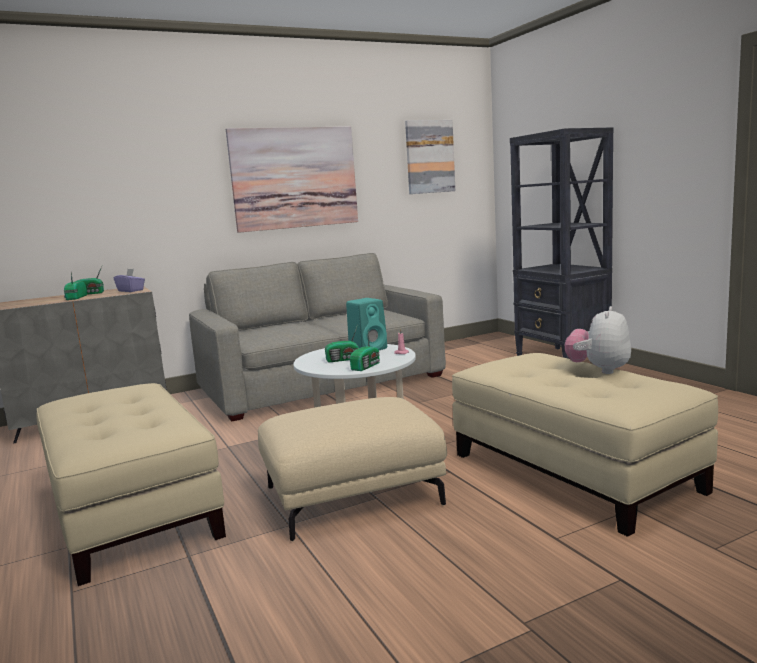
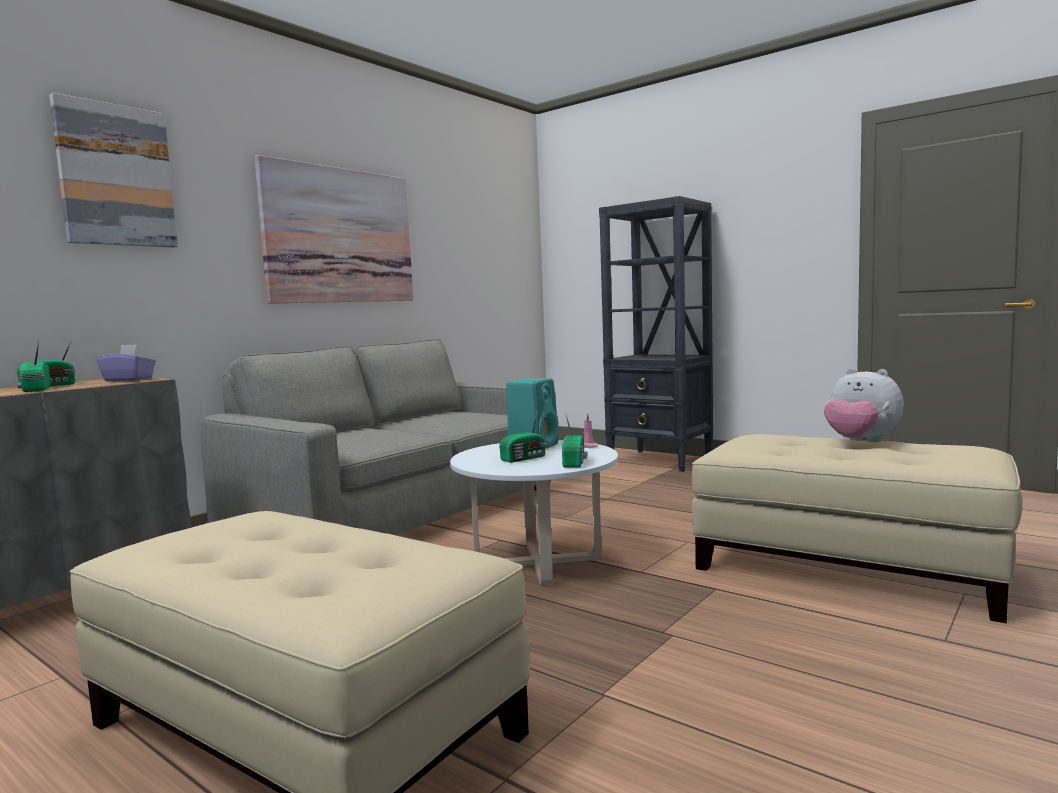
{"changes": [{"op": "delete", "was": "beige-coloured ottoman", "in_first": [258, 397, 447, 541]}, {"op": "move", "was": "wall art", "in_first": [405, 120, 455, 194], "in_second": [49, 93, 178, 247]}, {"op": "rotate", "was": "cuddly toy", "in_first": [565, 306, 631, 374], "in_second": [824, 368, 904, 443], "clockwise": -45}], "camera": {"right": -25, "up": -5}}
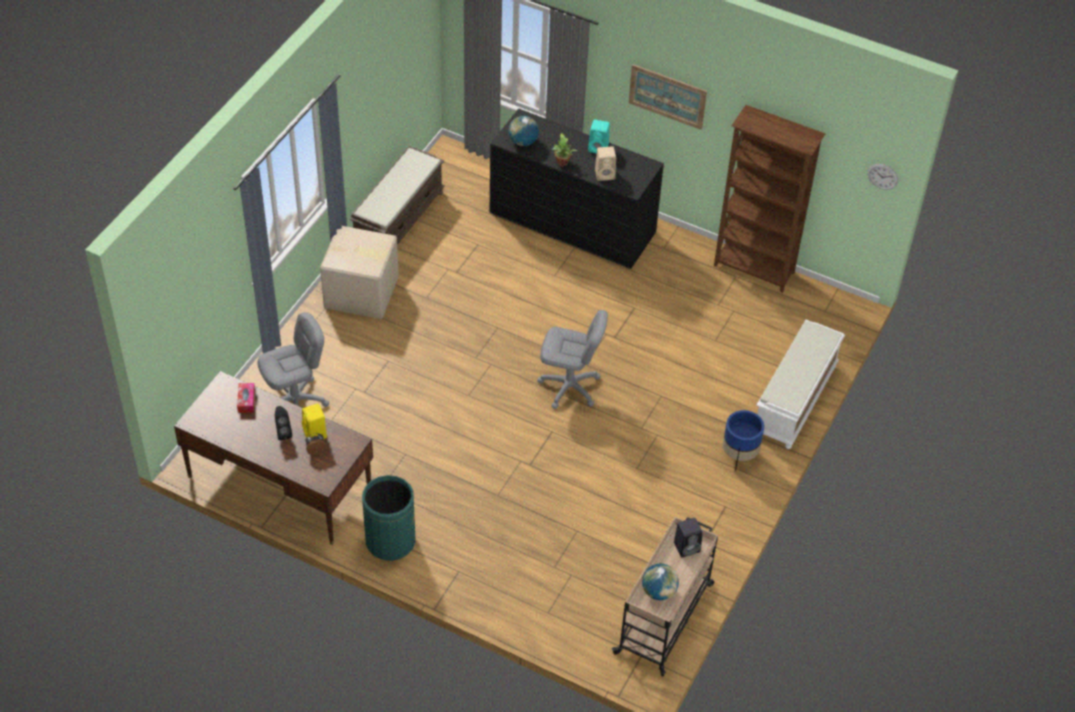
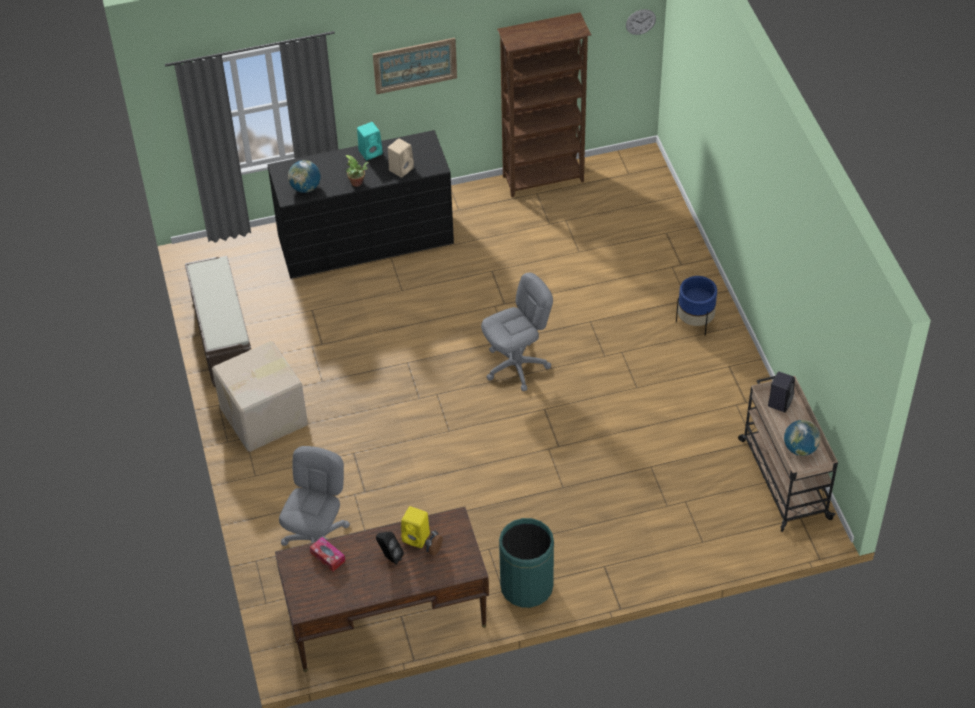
{"changes": [{"op": "delete", "was": "white indoor bench", "in_first": [756, 320, 845, 449]}], "camera": {"right": -40, "up": 0}}
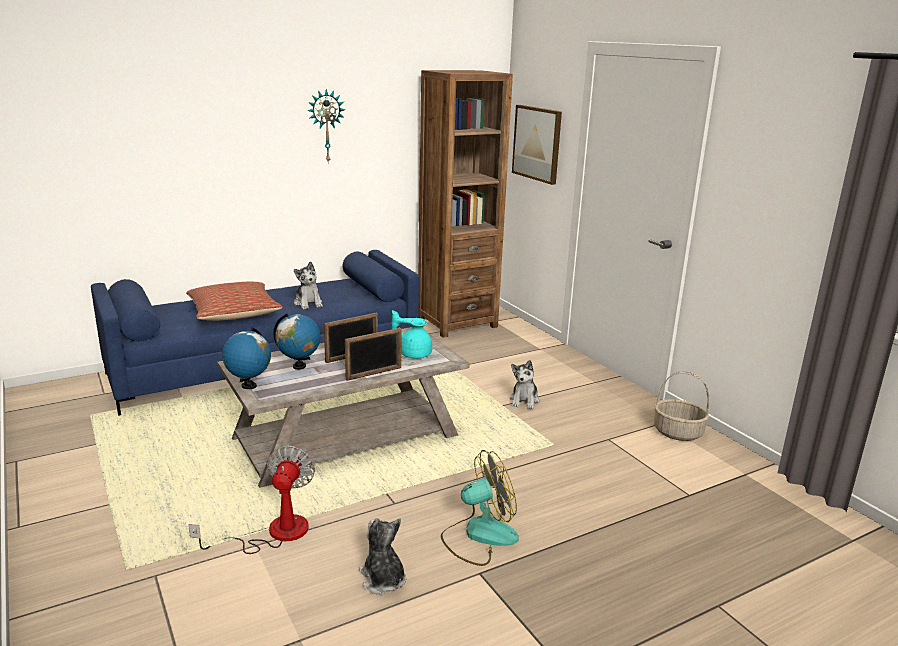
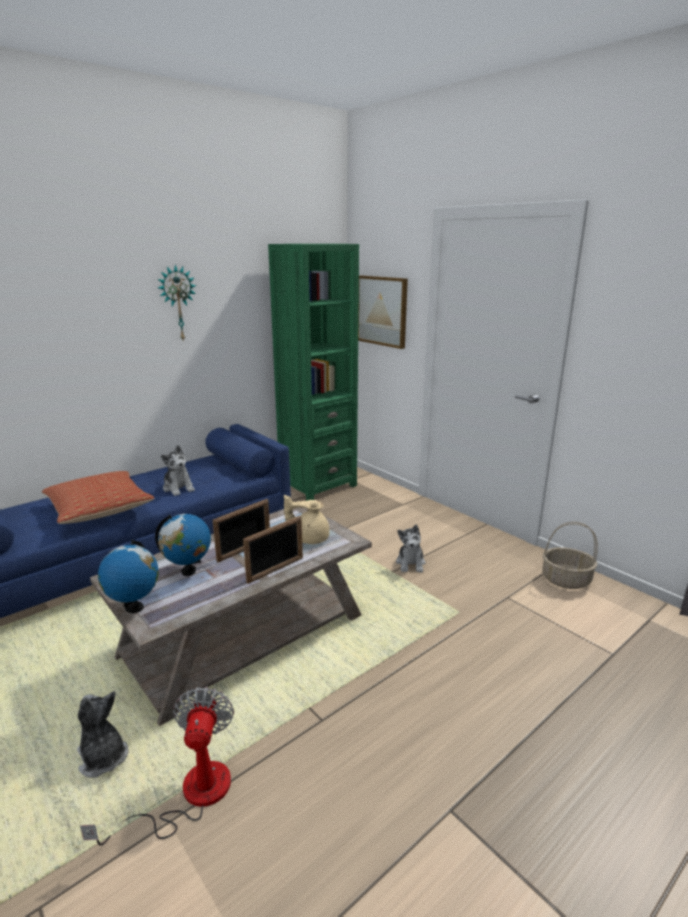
{"changes": [{"op": "move", "was": "cuddly toy", "in_first": [359, 518, 406, 594], "in_second": [77, 691, 128, 778]}, {"op": "recolor", "was": "turquoise-coloured teapot", "now": "beige-coloured teapot", "in_first": [392, 310, 432, 358], "in_second": [284, 494, 330, 544]}, {"op": "recolor", "was": "brown-coloured bookshelf", "now": "green-coloured bookshelf", "in_first": [418, 70, 513, 338], "in_second": [268, 244, 359, 501]}, {"op": "delete", "was": "cooling fan", "in_first": [441, 450, 519, 566]}], "camera": {"right": -10, "up": 0}}
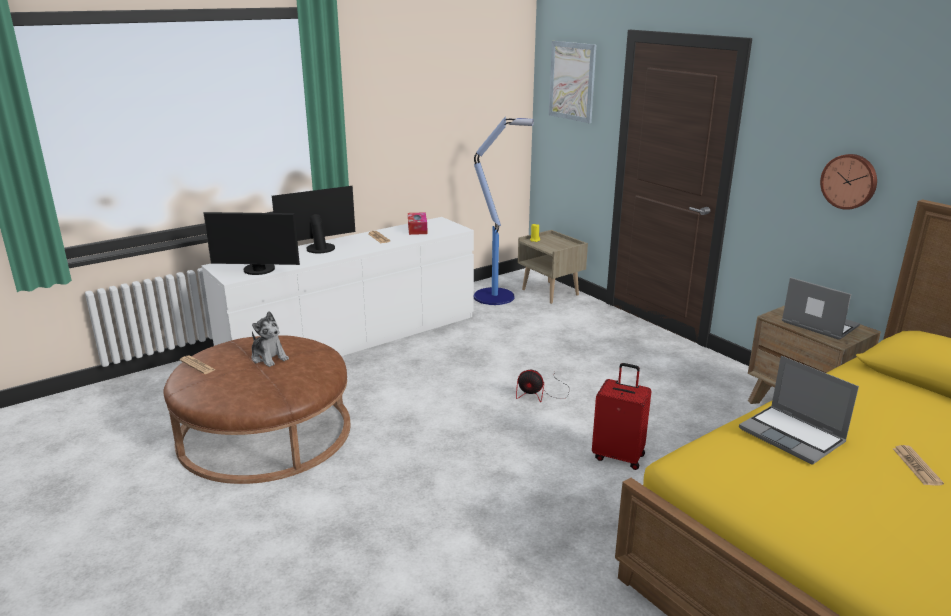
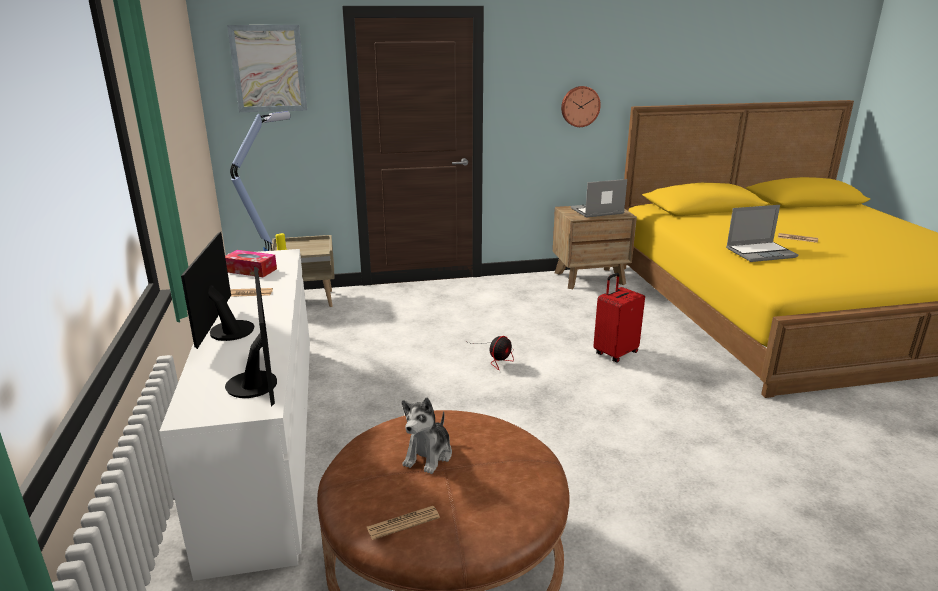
{"changes": [{"op": "rotate", "was": "computer screen", "in_first": [203, 212, 300, 275], "in_second": [225, 267, 277, 406], "clockwise": -45}, {"op": "rotate", "was": "cuddly toy", "in_first": [252, 311, 289, 367], "in_second": [402, 398, 452, 474], "clockwise": 135}], "camera": {"right": -65, "up": 0}}
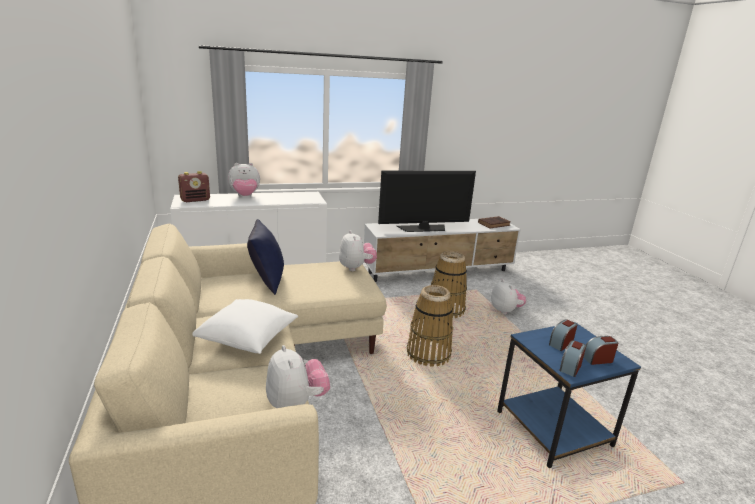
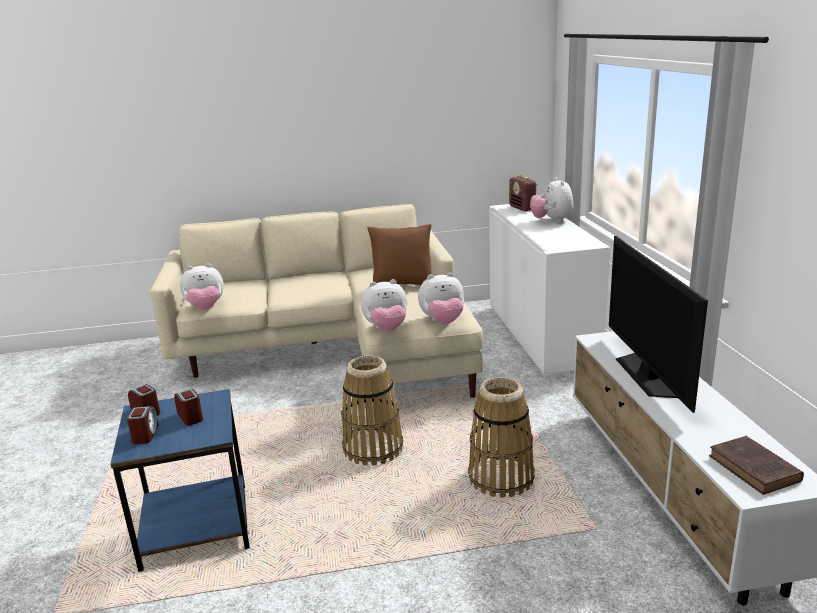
{"changes": [{"op": "delete", "was": "white pillow", "in_first": [193, 299, 298, 354]}, {"op": "recolor", "was": "blue-coloured pillow", "now": "brown-coloured pillow", "in_first": [247, 219, 284, 295], "in_second": [367, 224, 432, 285]}, {"op": "move", "was": "cuddly toy", "in_first": [491, 279, 526, 315], "in_second": [361, 279, 407, 331]}], "camera": {"right": 100, "up": 0}}
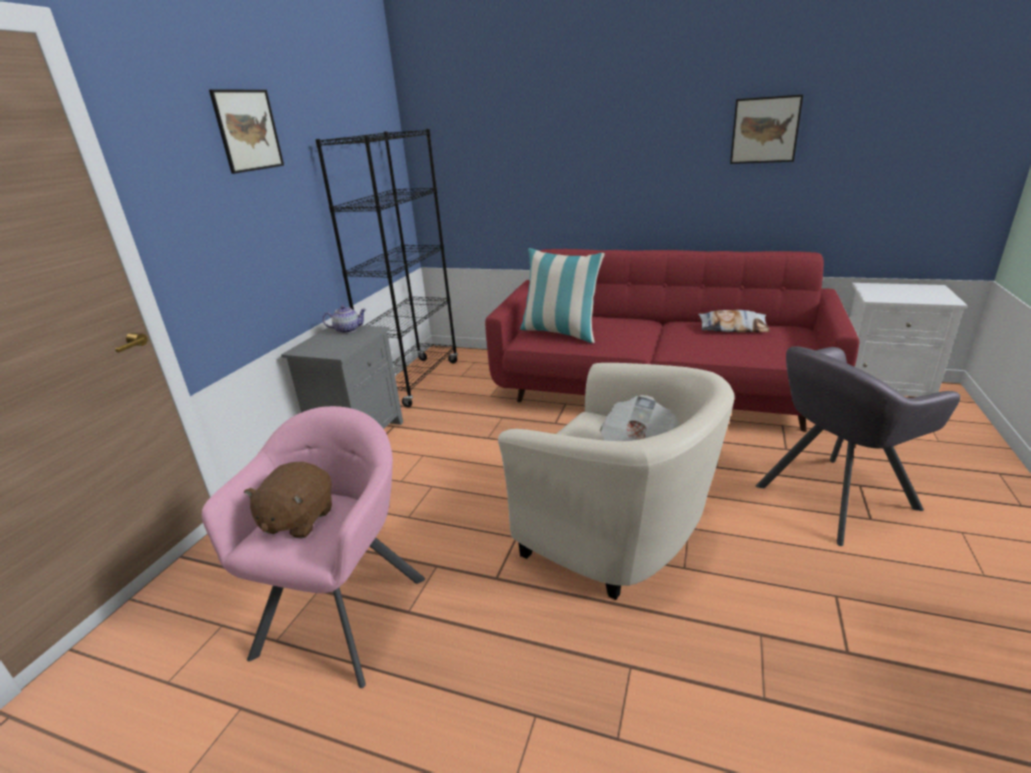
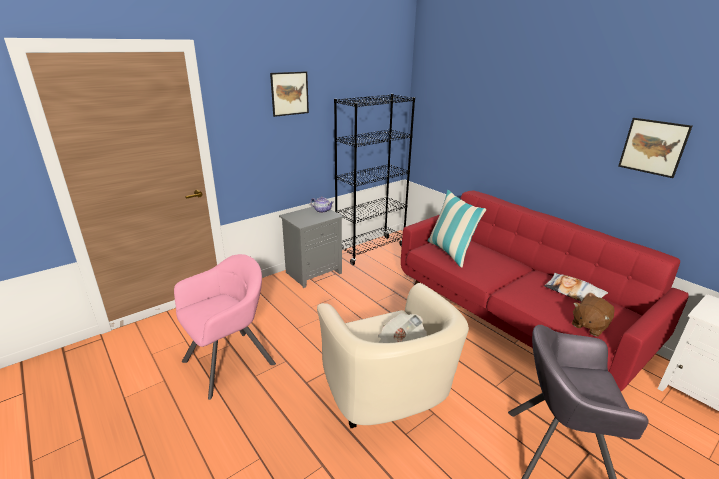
{"changes": [{"op": "move", "was": "brown-coloured cuddly toy", "in_first": [244, 462, 332, 539], "in_second": [572, 296, 614, 337]}], "camera": {"right": 30, "up": 0}}
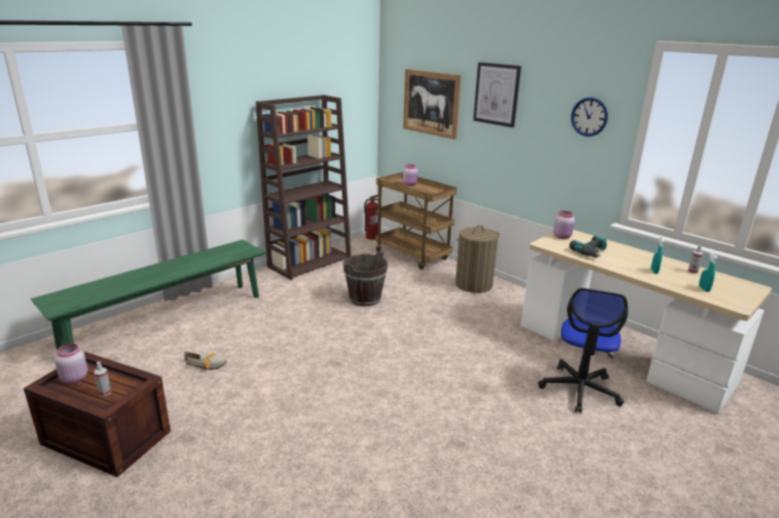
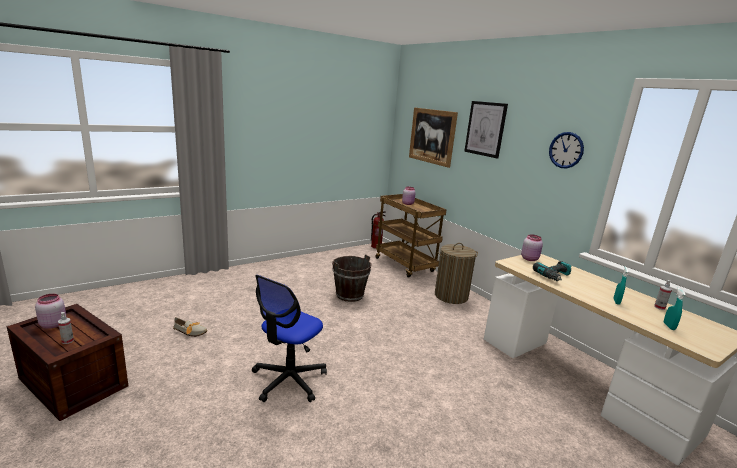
{"changes": [{"op": "delete", "was": "green-coloured indoor bench", "in_first": [31, 240, 266, 350]}, {"op": "delete", "was": "brown-coloured bookshelf", "in_first": [256, 95, 351, 280]}, {"op": "move", "was": "desk chair", "in_first": [538, 288, 628, 414], "in_second": [252, 275, 327, 402]}], "camera": {"right": 10, "up": -5}}
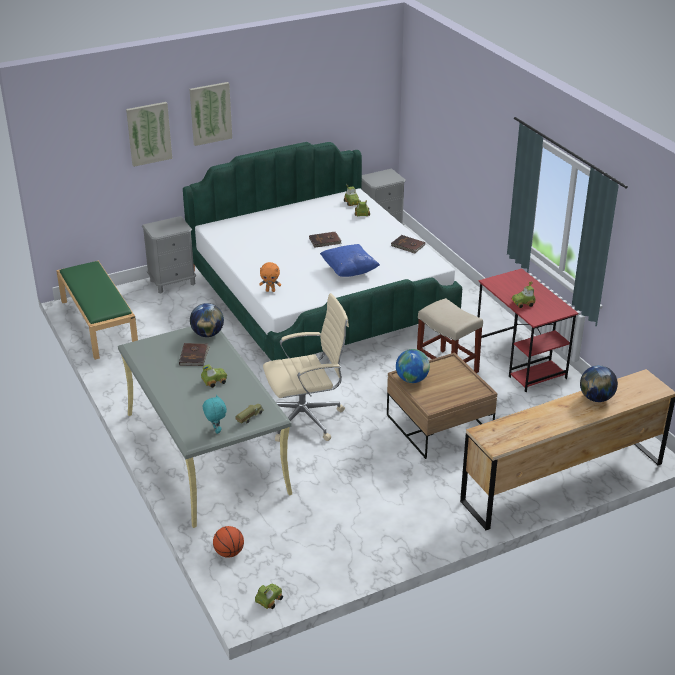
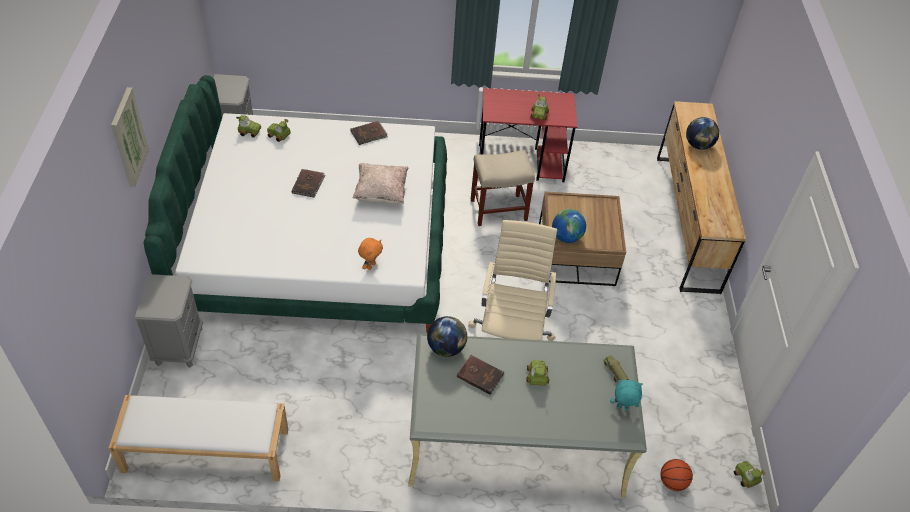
{"changes": [{"op": "recolor", "was": "green-coloured indoor bench", "now": "white indoor bench", "in_first": [56, 260, 138, 360], "in_second": [109, 395, 288, 481]}, {"op": "delete", "was": "wall art", "in_first": [126, 102, 172, 167]}, {"op": "recolor", "was": "blue-coloured pillow", "now": "beige-coloured pillow", "in_first": [320, 244, 380, 277], "in_second": [353, 163, 409, 204]}], "camera": {"right": -65, "up": 15}}
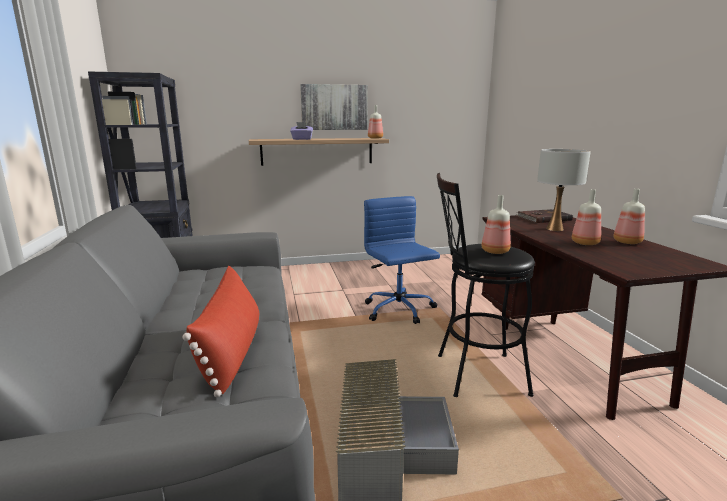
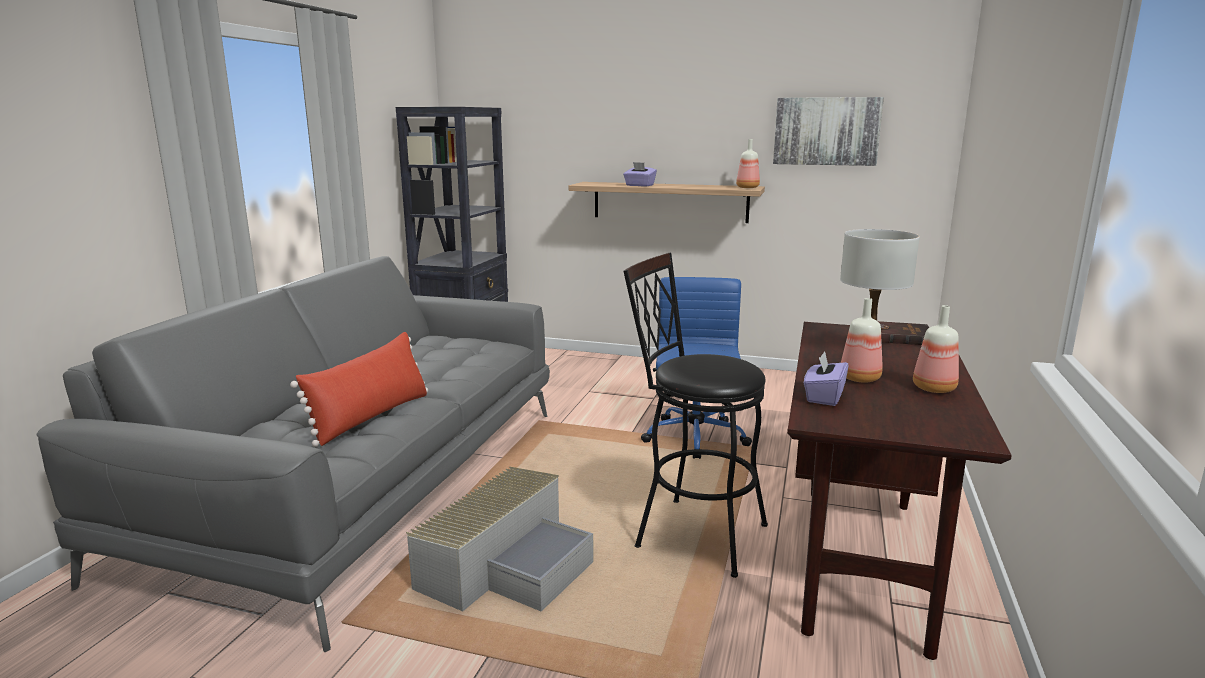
{"changes": [{"op": "move", "was": "wall art", "in_first": [300, 84, 368, 130], "in_second": [773, 97, 884, 166]}, {"op": "delete", "was": "drink bottle", "in_first": [482, 195, 511, 254]}, {"op": "insert", "now": "purple-coloured box of tissues", "in_second": [804, 351, 848, 406]}], "camera": {"right": 30, "up": 0}}
